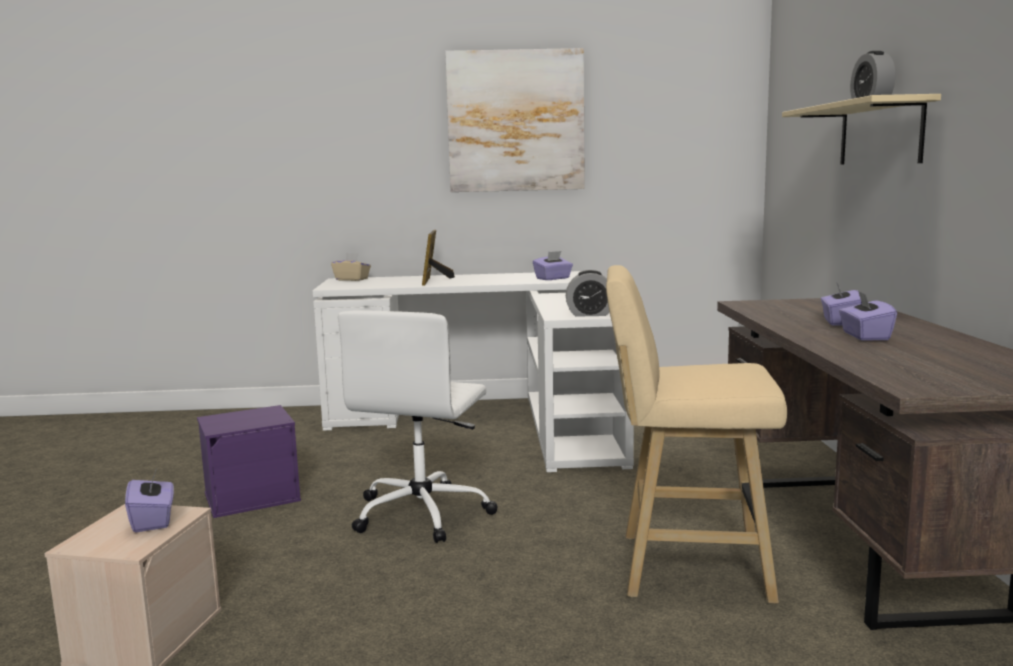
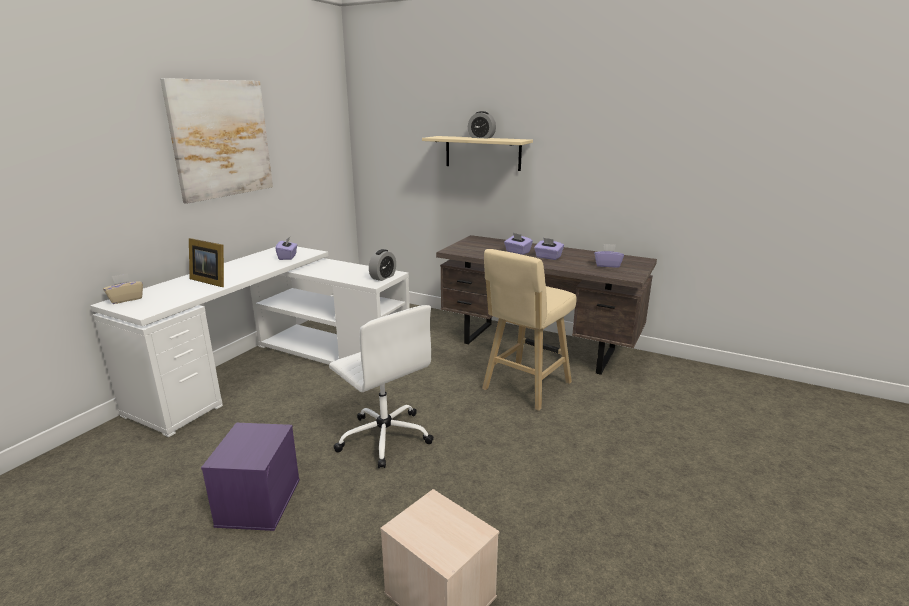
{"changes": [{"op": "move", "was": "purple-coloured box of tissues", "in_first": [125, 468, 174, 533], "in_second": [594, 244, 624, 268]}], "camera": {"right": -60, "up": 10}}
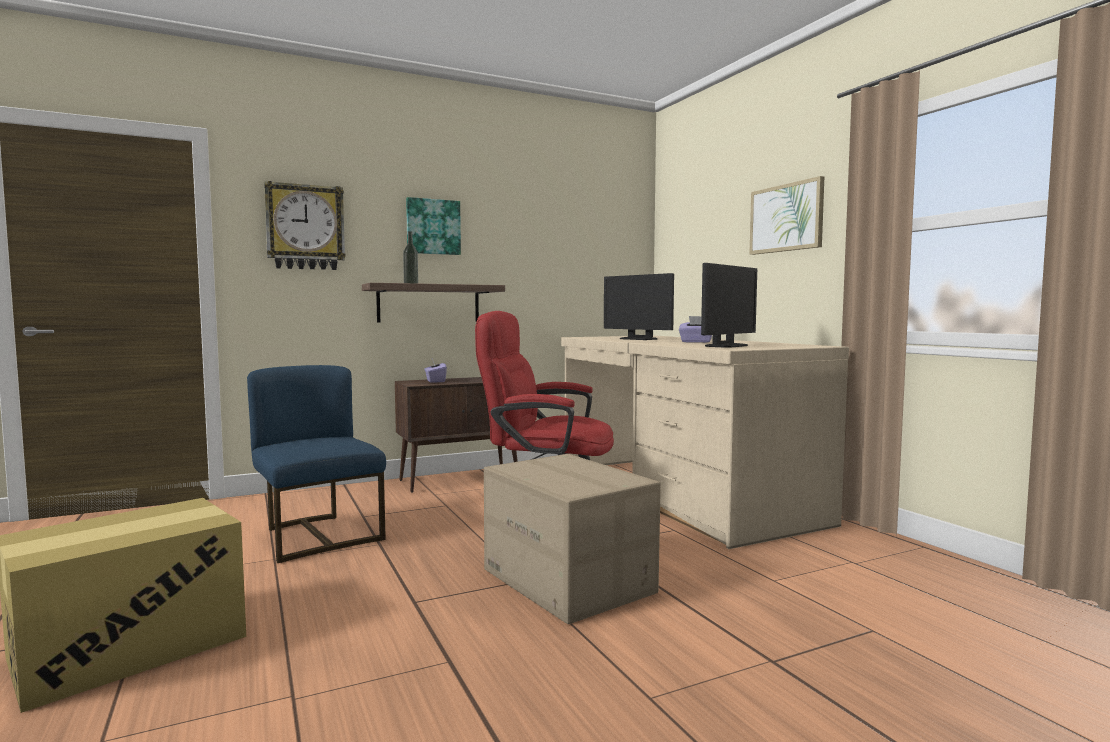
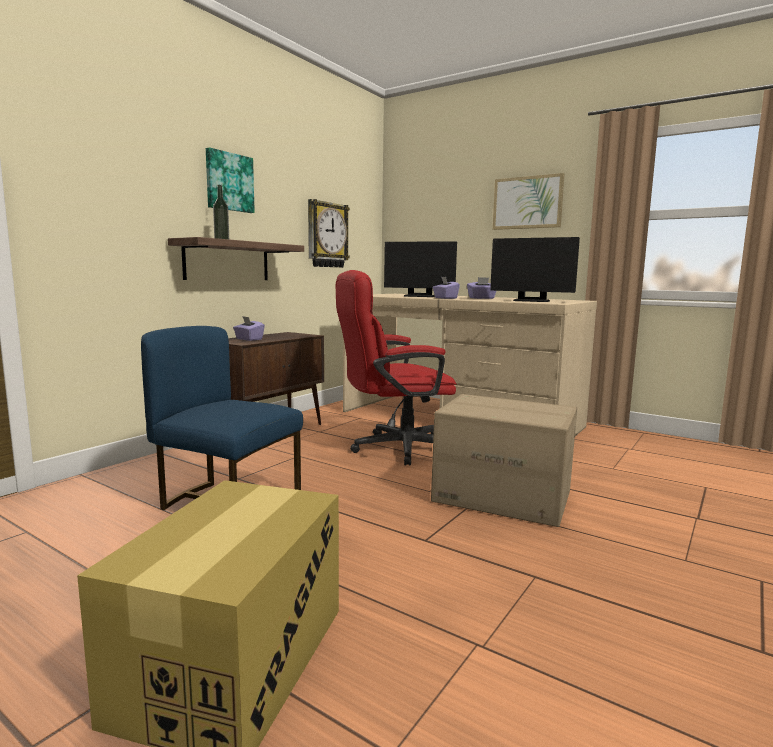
{"changes": [{"op": "move", "was": "clock on the wall", "in_first": [264, 181, 346, 270], "in_second": [308, 199, 350, 268]}, {"op": "rotate", "was": "computer screen", "in_first": [701, 263, 757, 348], "in_second": [490, 237, 580, 302], "clockwise": 105}, {"op": "insert", "now": "purple-coloured box of tissues", "in_second": [433, 277, 460, 299]}], "camera": {"right": -30, "up": 5}}
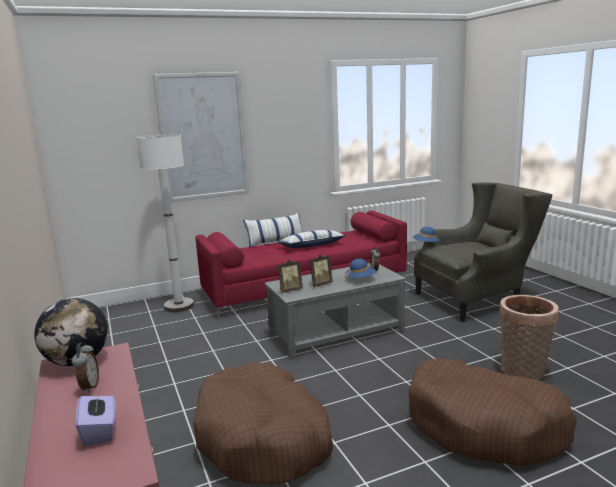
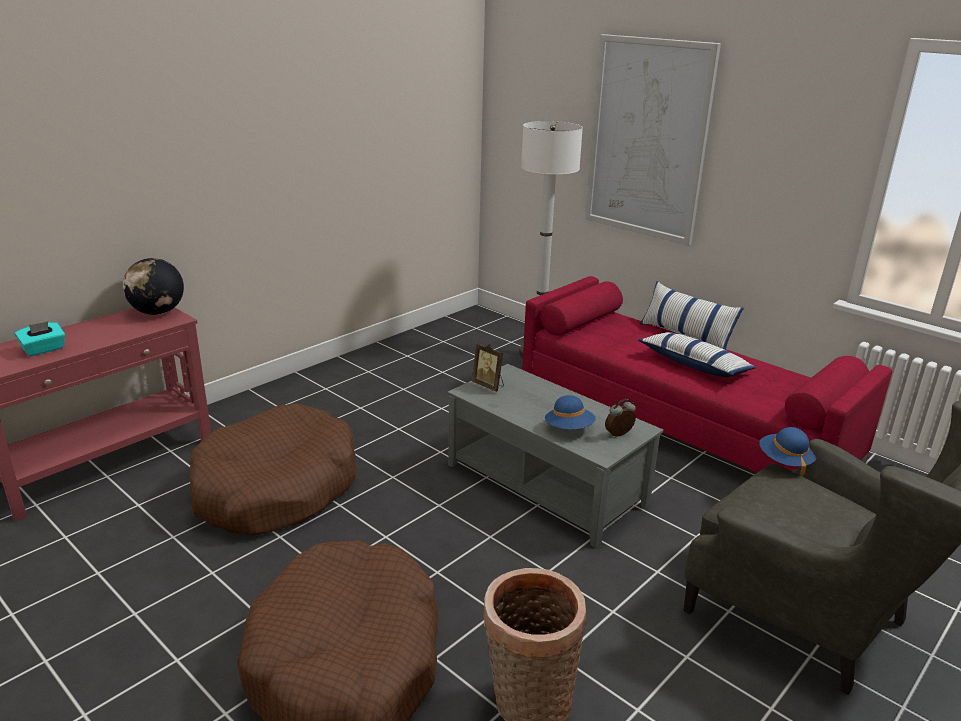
{"changes": [{"op": "delete", "was": "bedside clock", "in_first": [72, 342, 99, 393]}, {"op": "recolor", "was": "purple-coloured box of tissues", "now": "turquoise-coloured box of tissues", "in_first": [75, 389, 116, 446], "in_second": [15, 321, 65, 357]}, {"op": "delete", "was": "picture frame", "in_first": [310, 254, 333, 287]}], "camera": {"right": 65, "up": 10}}
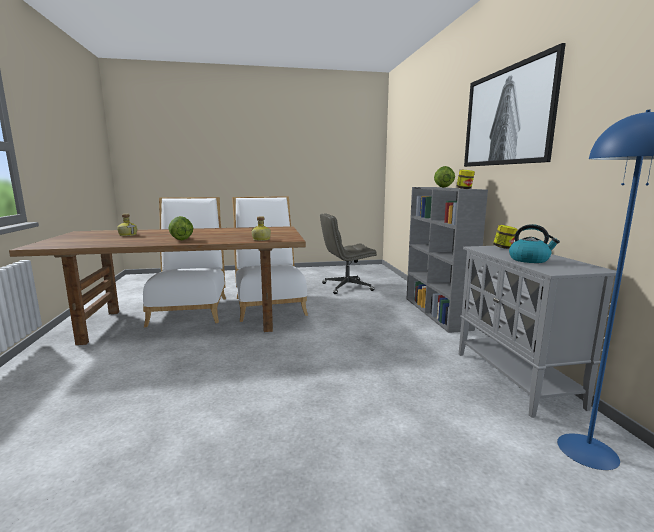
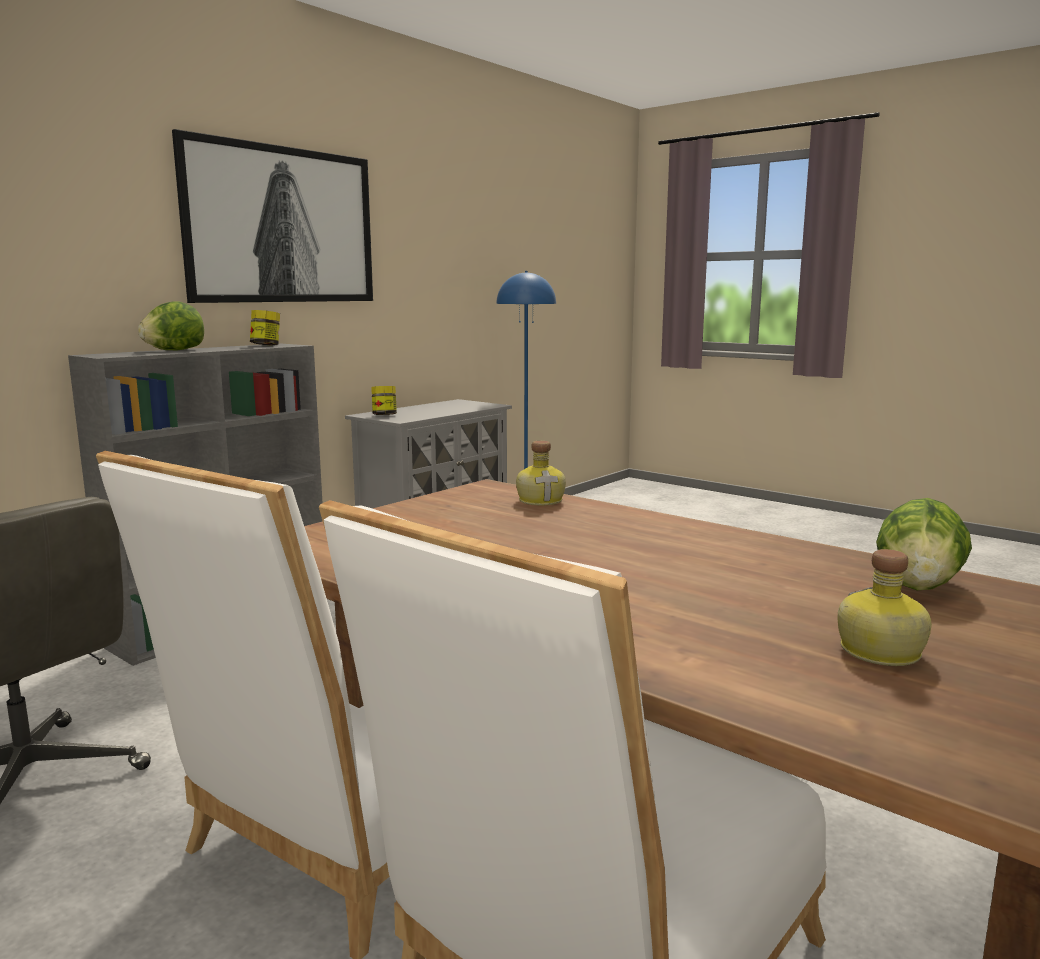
{"changes": [{"op": "move", "was": "head of lettuce", "in_first": [168, 216, 193, 240], "in_second": [876, 498, 972, 590]}, {"op": "delete", "was": "tea kettle", "in_first": [509, 224, 560, 263]}], "camera": {"right": -130, "up": 0}}
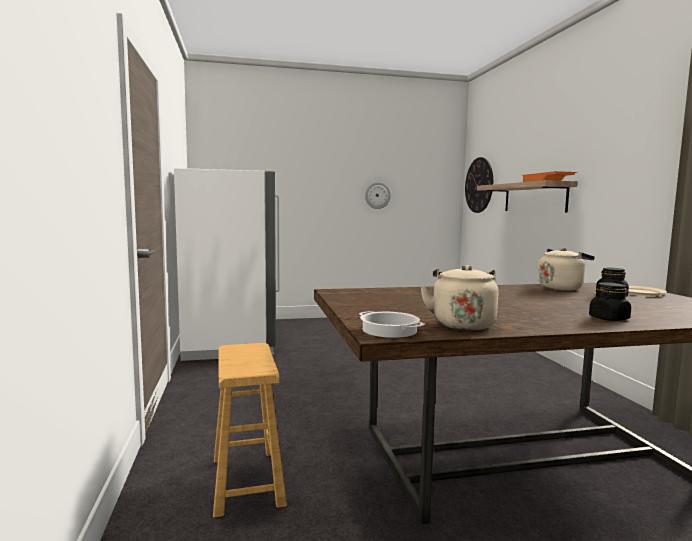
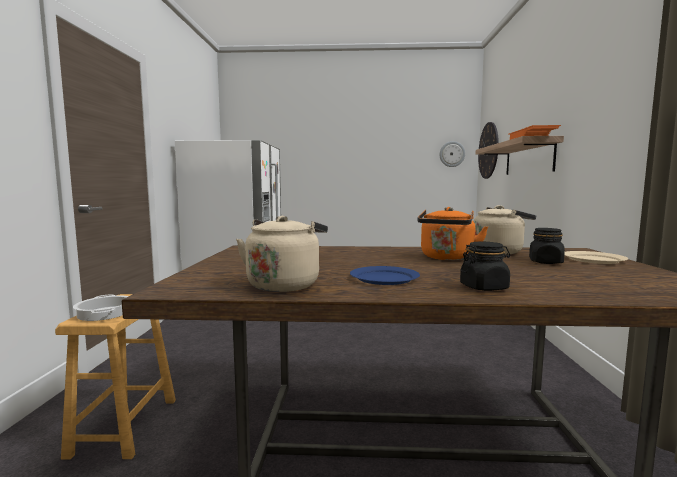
{"changes": [{"op": "move", "was": "cooking pot", "in_first": [359, 311, 424, 338], "in_second": [73, 294, 129, 321]}, {"op": "move", "was": "clock on the wall", "in_first": [365, 182, 391, 209], "in_second": [440, 141, 465, 167]}, {"op": "insert", "now": "blue-coloured flat dish", "in_second": [350, 266, 420, 285]}, {"op": "insert", "now": "orange tea kettle", "in_second": [417, 207, 488, 260]}], "camera": {"right": 15, "up": 0}}
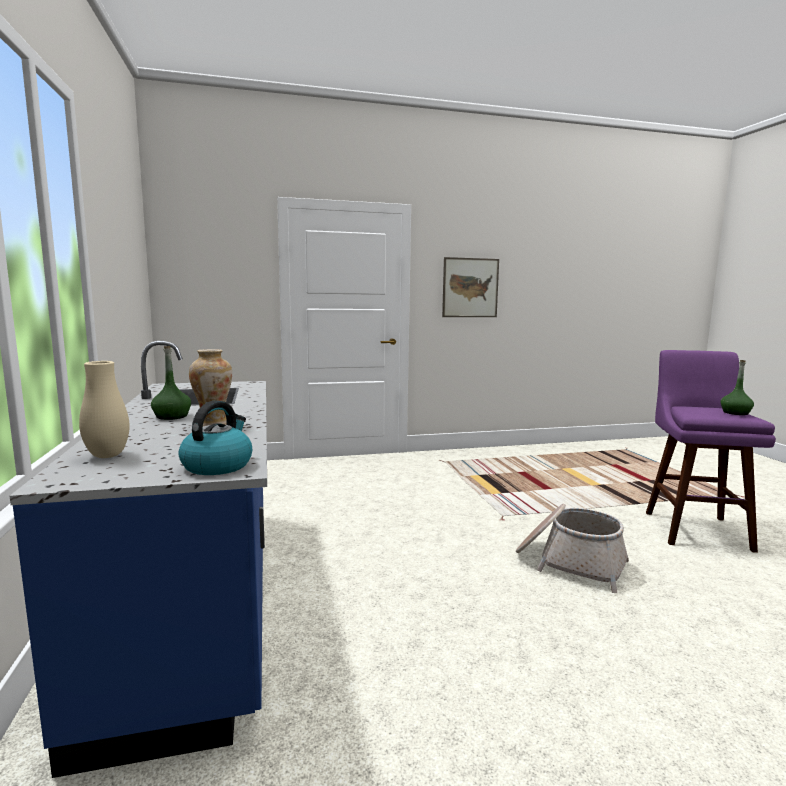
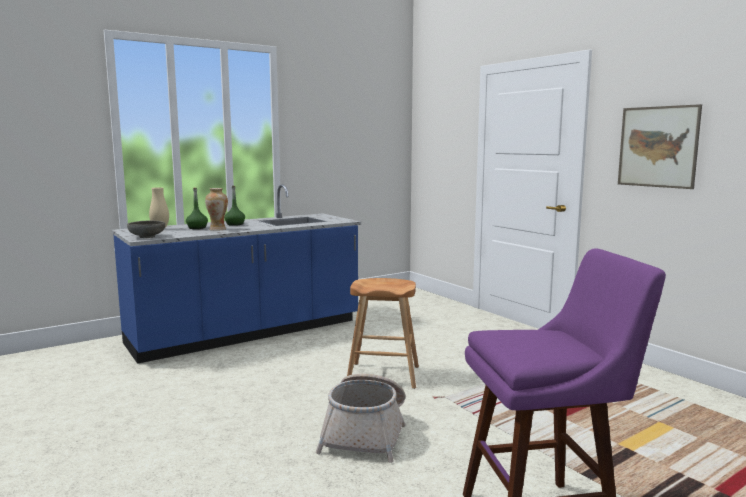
{"changes": [{"op": "replace", "was": "tea kettle", "now": "greyish bowl", "in_first": [178, 401, 252, 475], "in_second": [127, 220, 165, 238]}, {"op": "move", "was": "green-coloured drink bottle", "in_first": [721, 360, 754, 415], "in_second": [186, 187, 208, 229]}, {"op": "insert", "now": "brown-coloured stool", "in_second": [347, 278, 419, 389]}], "camera": {"right": 70, "up": 0}}
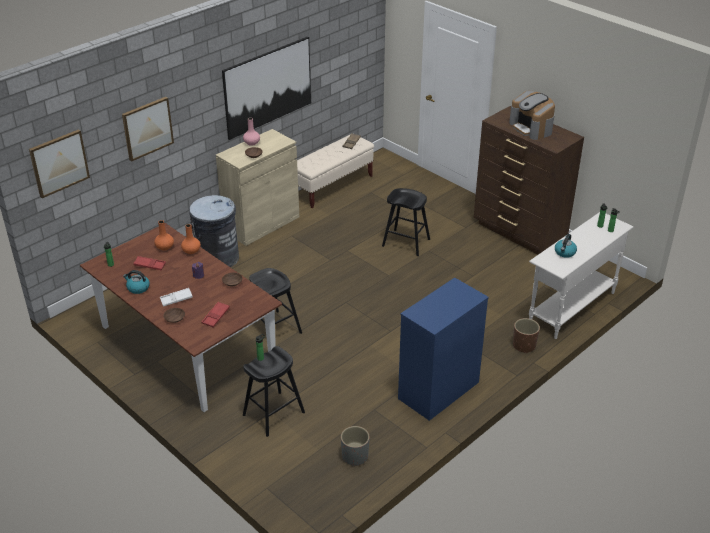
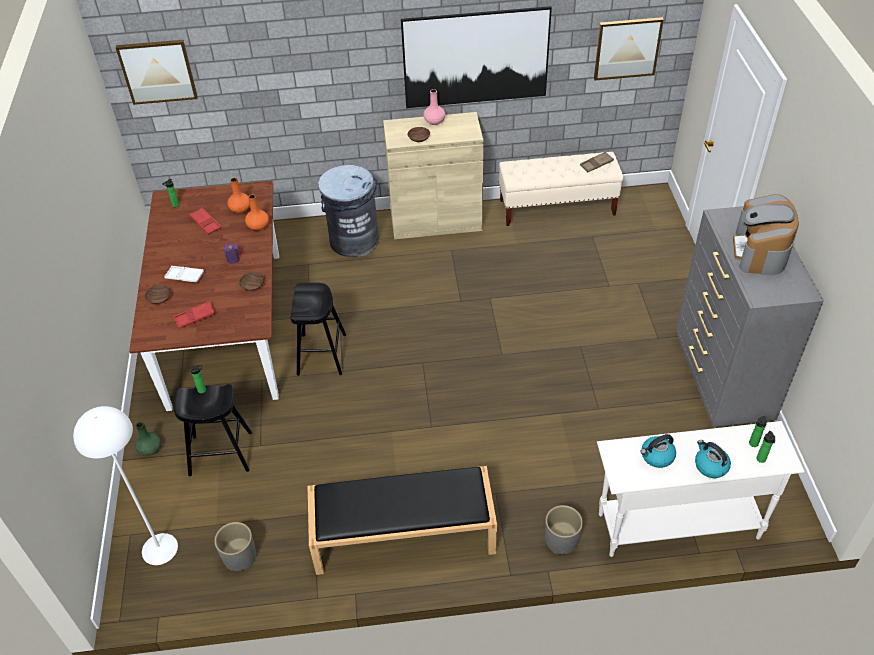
{"changes": [{"op": "move", "was": "wall art", "in_first": [122, 97, 174, 161], "in_second": [594, 17, 664, 80]}, {"op": "move", "was": "tea kettle", "in_first": [123, 270, 150, 294], "in_second": [695, 440, 731, 478]}, {"op": "delete", "was": "black-coloured stool", "in_first": [382, 188, 430, 256]}, {"op": "replace", "was": "blue-coloured drawer chest", "now": "black-coloured indoor bench", "in_first": [398, 278, 489, 421], "in_second": [308, 466, 497, 575]}, {"op": "recolor", "was": "brown-coloured drawer chest", "now": "greyish drawer chest", "in_first": [474, 106, 584, 254], "in_second": [675, 206, 824, 427]}, {"op": "recolor", "was": "brown-coloured planter", "now": "greyish planter", "in_first": [513, 318, 540, 353], "in_second": [545, 505, 583, 554]}, {"op": "insert", "now": "white standing lamp", "in_second": [73, 406, 178, 565]}, {"op": "insert", "now": "green-coloured decorative vase", "in_second": [135, 422, 161, 456]}], "camera": {"right": 40, "up": 10}}
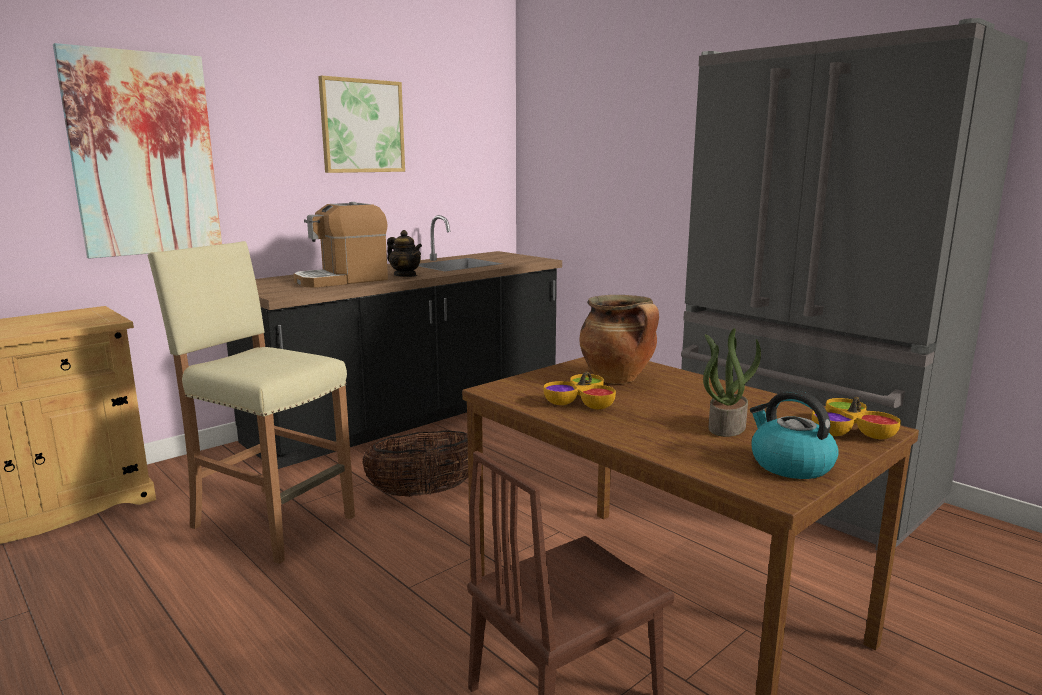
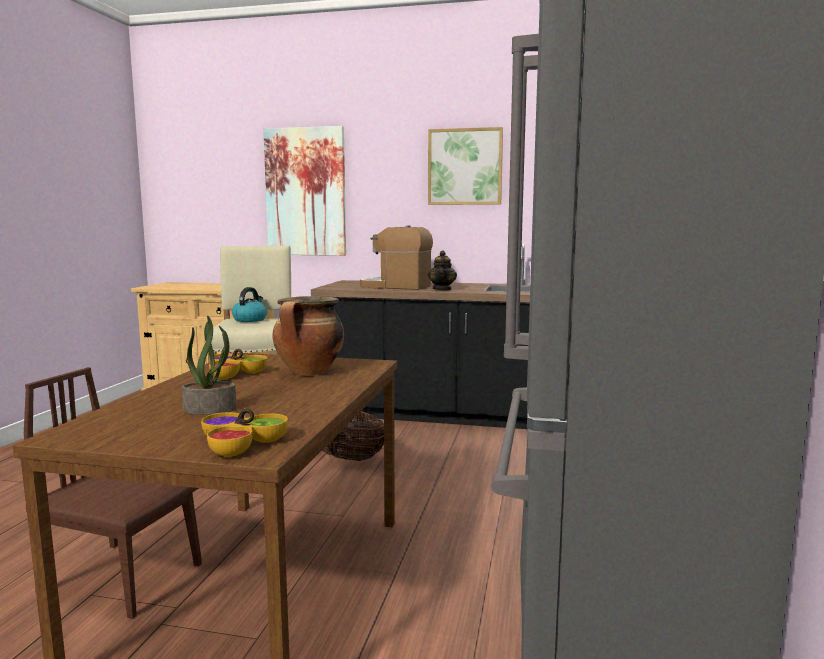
{"changes": [{"op": "move", "was": "tea kettle", "in_first": [750, 390, 839, 479], "in_second": [232, 287, 267, 322]}], "camera": {"right": 55, "up": -5}}
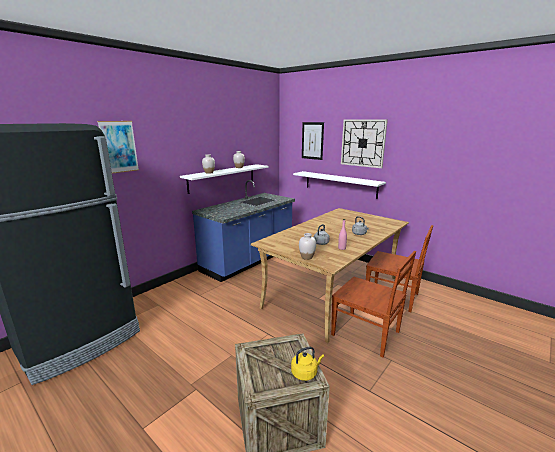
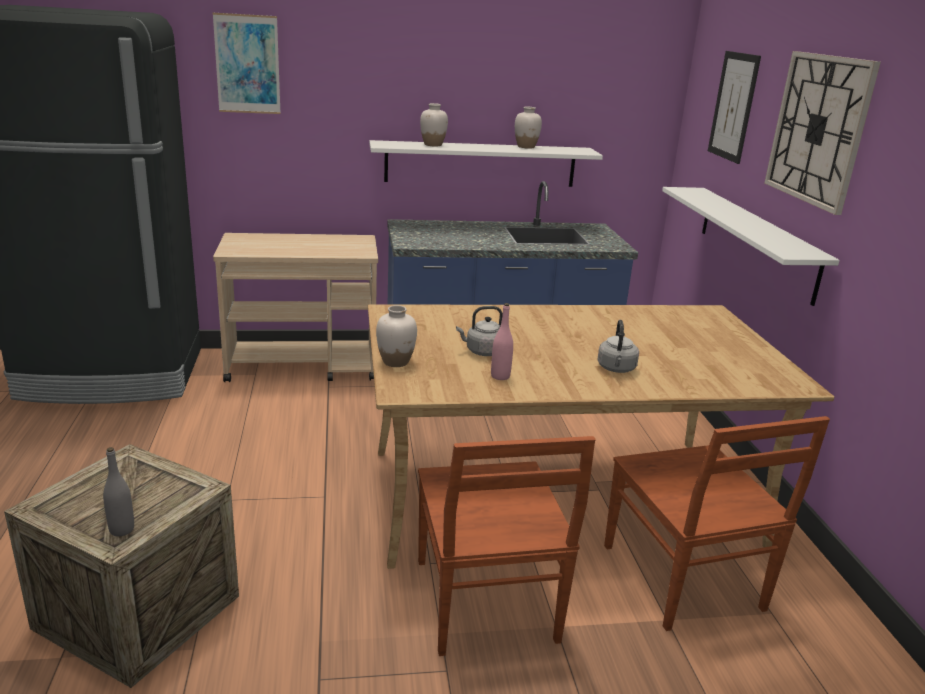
{"changes": [{"op": "replace", "was": "yellow tea kettle", "now": "greyish drink bottle", "in_first": [291, 347, 324, 381], "in_second": [103, 447, 134, 536]}, {"op": "insert", "now": "beige-coloured trolley", "in_second": [213, 233, 378, 382]}], "camera": {"right": 40, "up": 5}}
